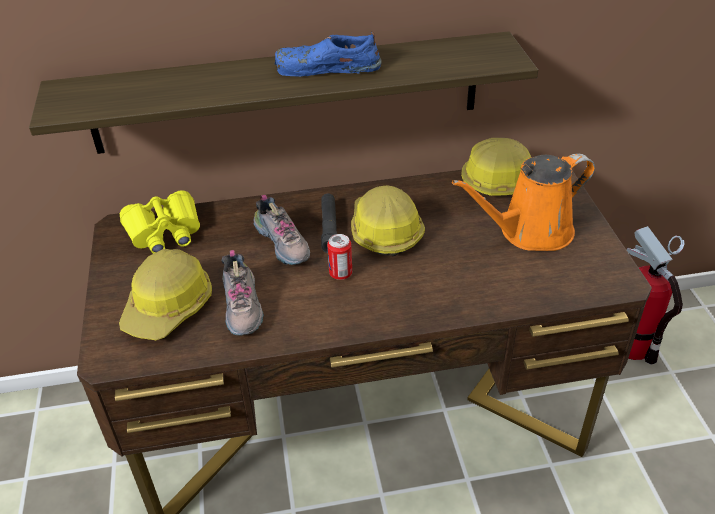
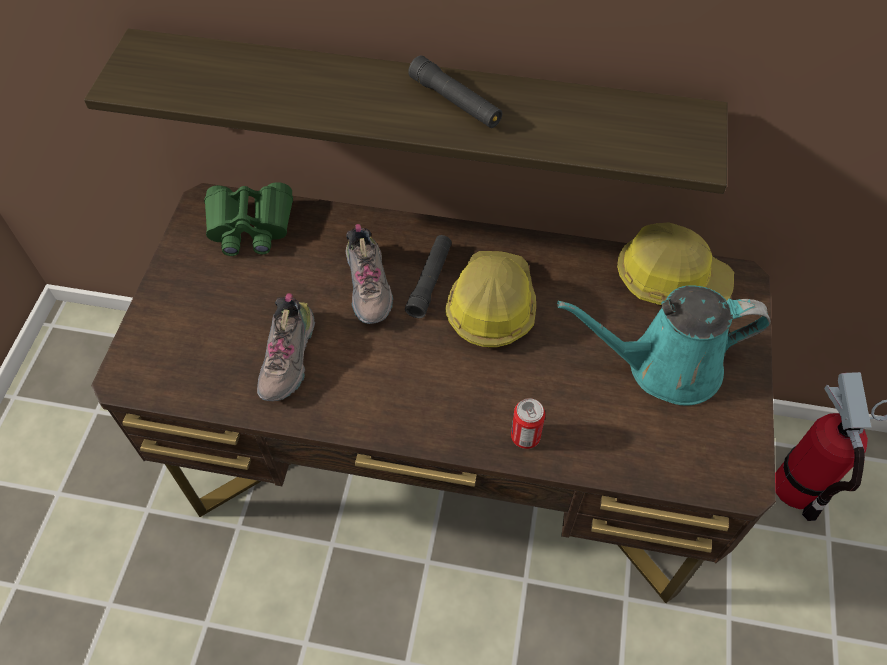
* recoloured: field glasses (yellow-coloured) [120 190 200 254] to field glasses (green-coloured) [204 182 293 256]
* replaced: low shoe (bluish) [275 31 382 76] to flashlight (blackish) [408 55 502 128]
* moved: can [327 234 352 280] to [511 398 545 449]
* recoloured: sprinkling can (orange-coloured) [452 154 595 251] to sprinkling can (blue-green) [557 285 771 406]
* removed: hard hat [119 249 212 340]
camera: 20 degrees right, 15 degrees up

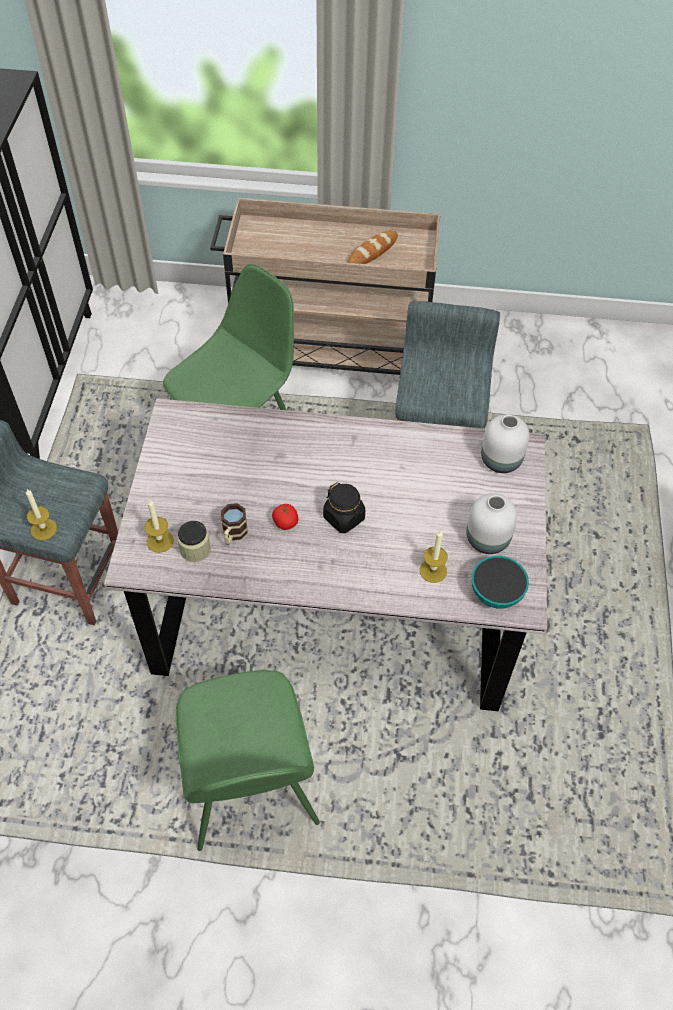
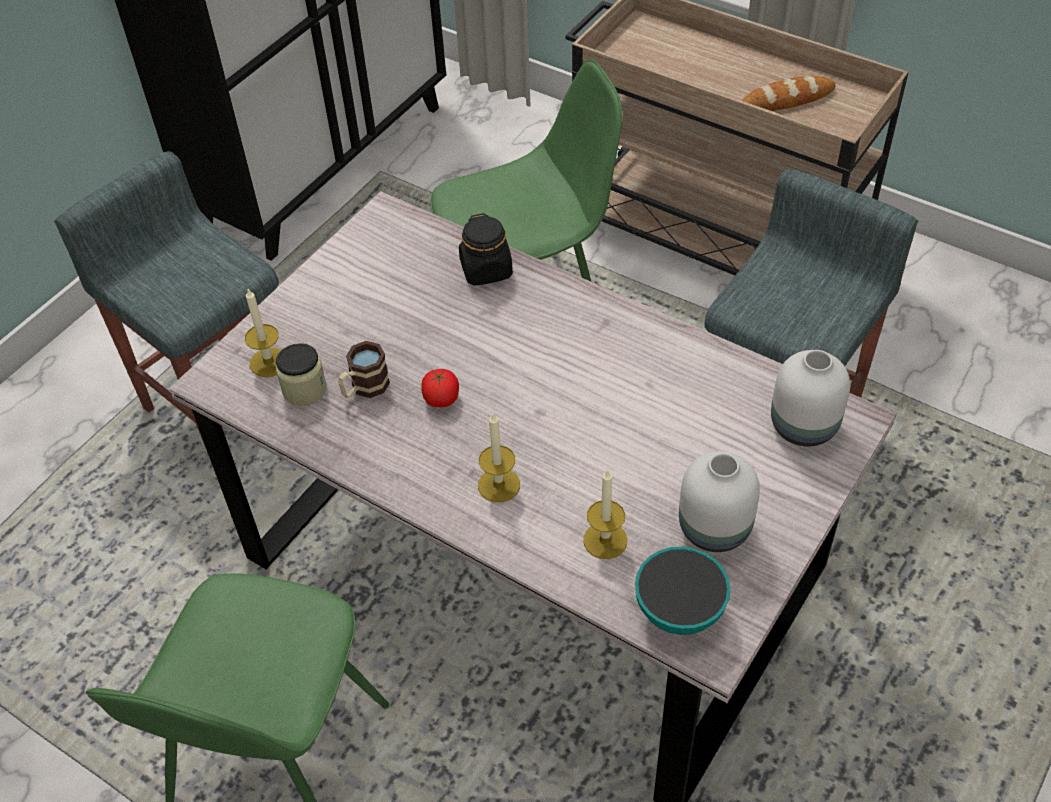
* moved: jar (blackish) [323 482 365 533] to [459 213 513 286]
* moved: wax candle [26 489 57 540] to [478 413 520 502]
camera: 30 degrees right, 5 degrees down

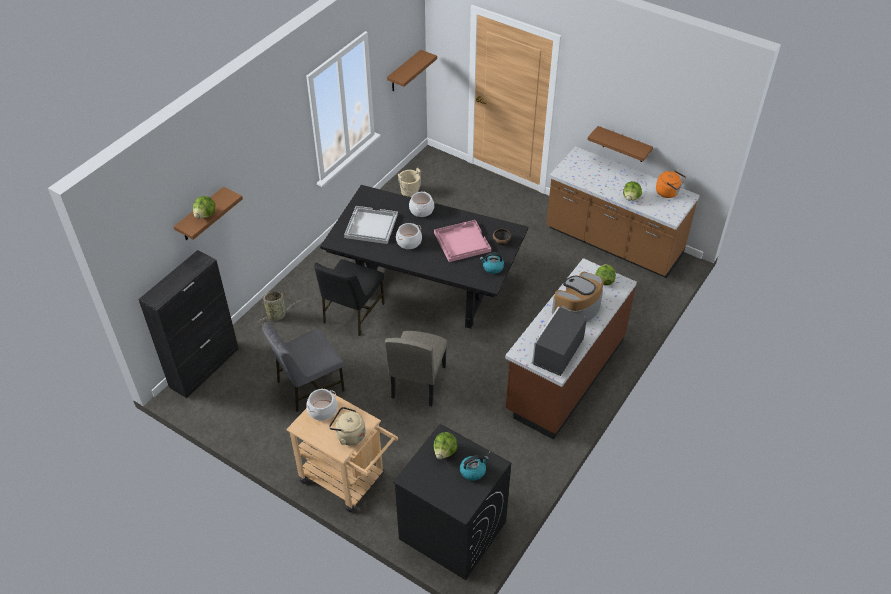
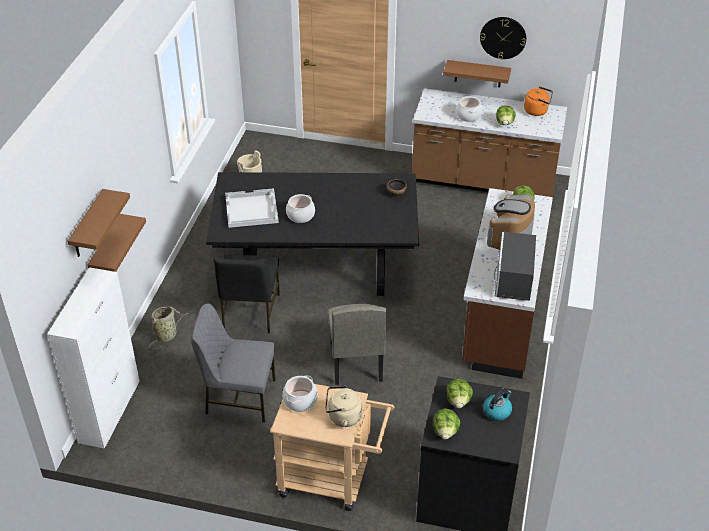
* recoloured: storage cabinet (blackish) [138 250 239 398] to storage cabinet (whitish) [47 267 140 449]
* moved: shelf (brown) [387 50 437 91] to [87 214 146 272]
* turned: upright chair (gray) [262 323 345 412] = [191 303 276 423] 60 degrees clockwise
* moved: lettuce head [193 196 215 218] to [433 408 460 439]
* moved: stockpot [409 191 434 217] to [456 96 482 122]
* added: clock on the wall [480 17 526 59]
* removed: serving tray (pink-coloured) [434 220 491 262]
* removed: kettle [480 252 504 274]
camera: 20 degrees left, 5 degrees down

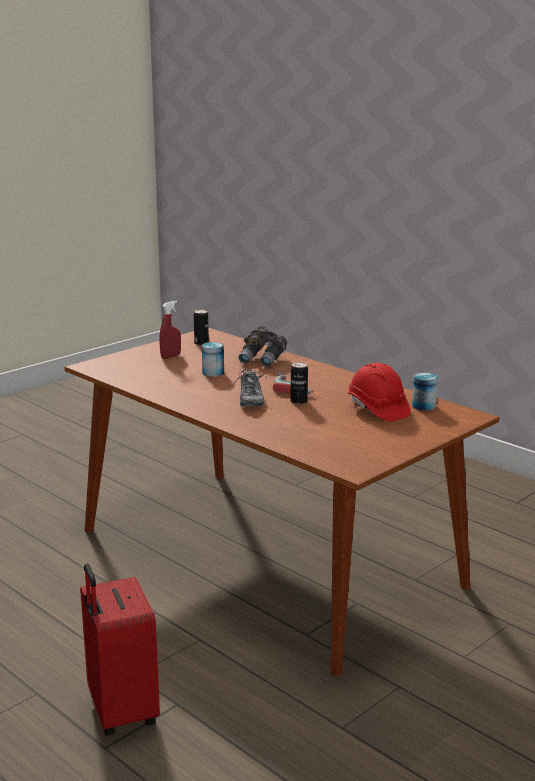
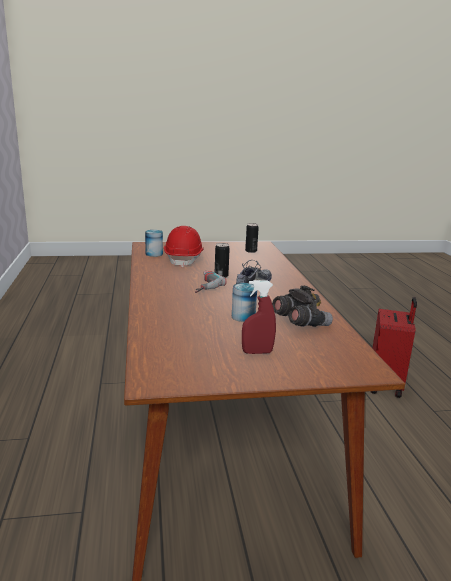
* moved: can [194 310 209 345] to [245 223 259 253]
* moved: field glasses (gray) [238 326 287 367] to [272 285 333 327]
camera: 145 degrees left, 0 degrees up

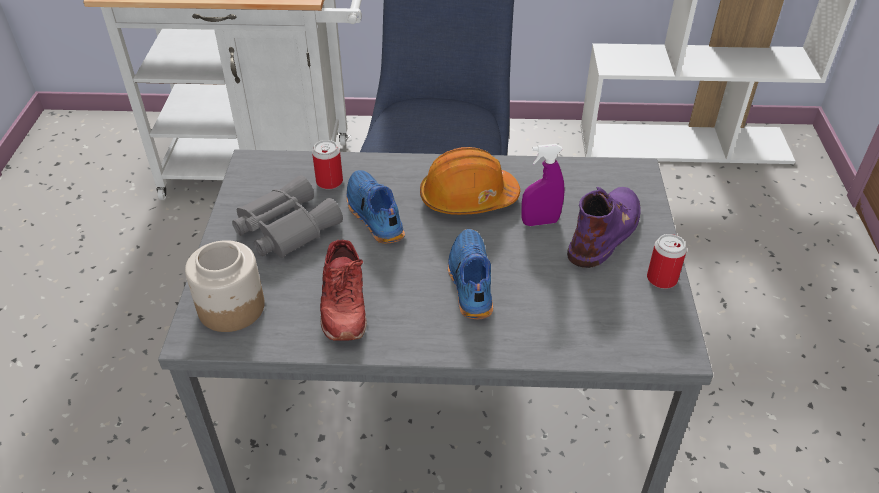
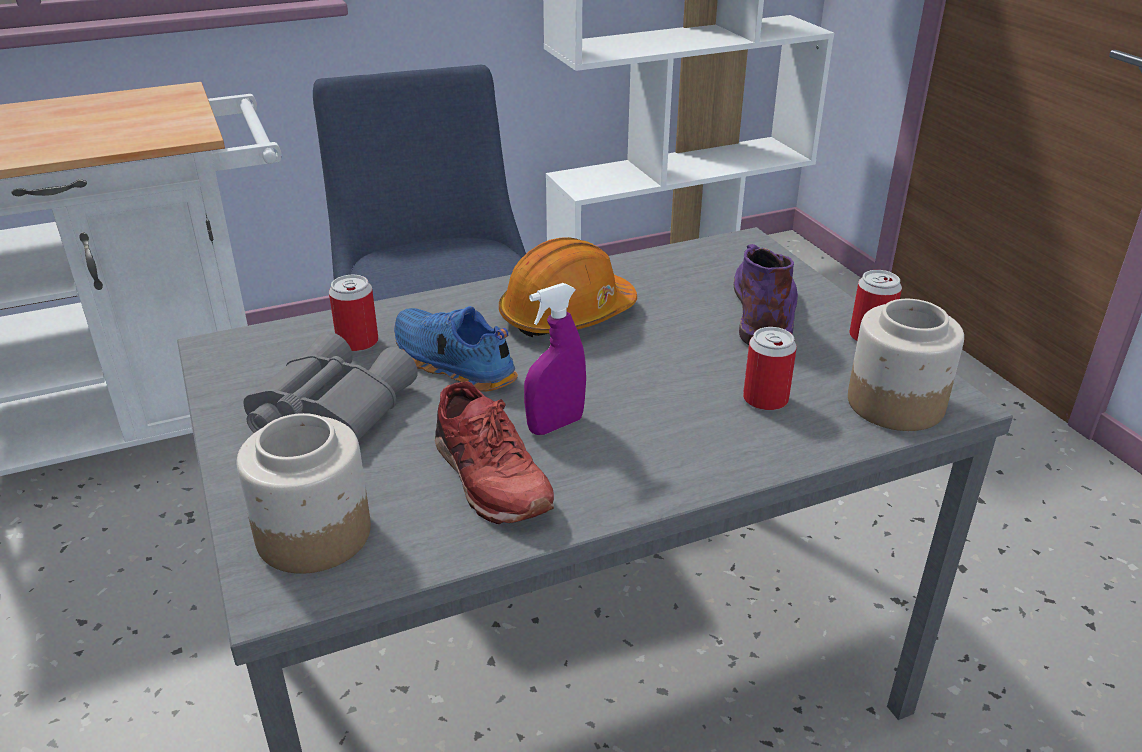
* moved: spray bottle (purple) [521 144 565 226] to [524 283 586 435]
* added: can [743 327 797 411]
* added: jar [848 299 964 431]
* removed: low shoe (bluish) [448 229 493 319]
camera: 25 degrees left, 10 degrees down

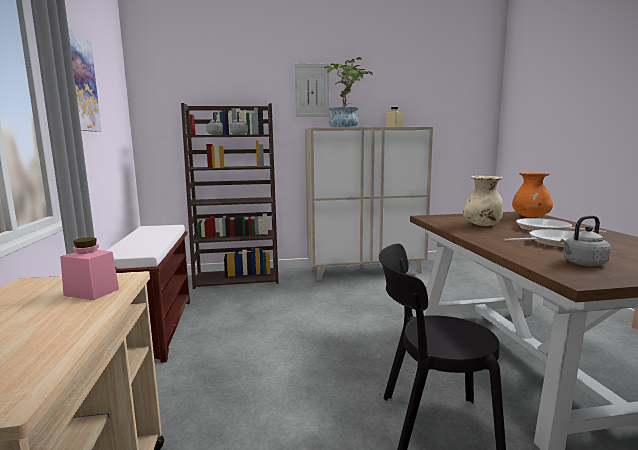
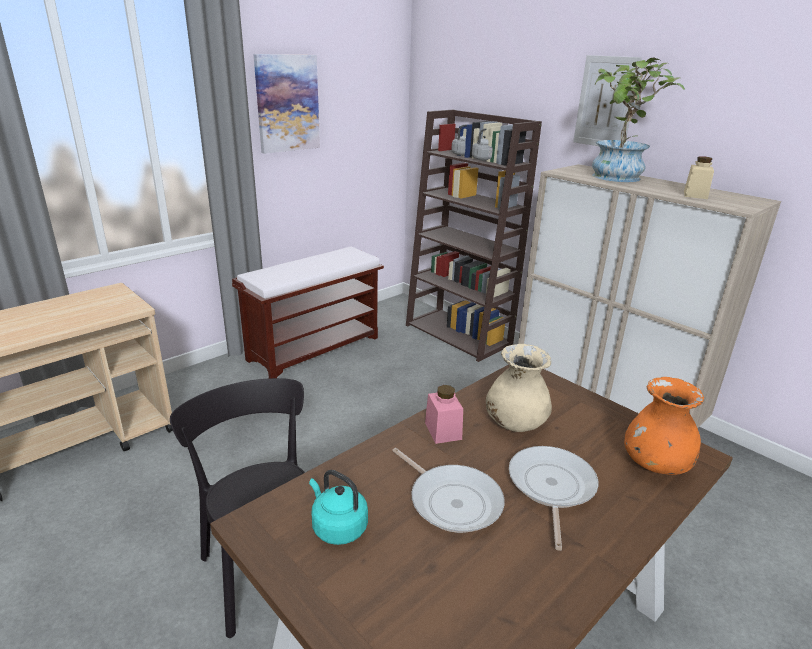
* recoloured: kettle (gray) [560 216 611 266] to kettle (blue-green) [309 470 368 545]
* moved: jar (pink-coloured) [60 237 119 300] to [425 385 463 444]
camera: 55 degrees right, 15 degrees up

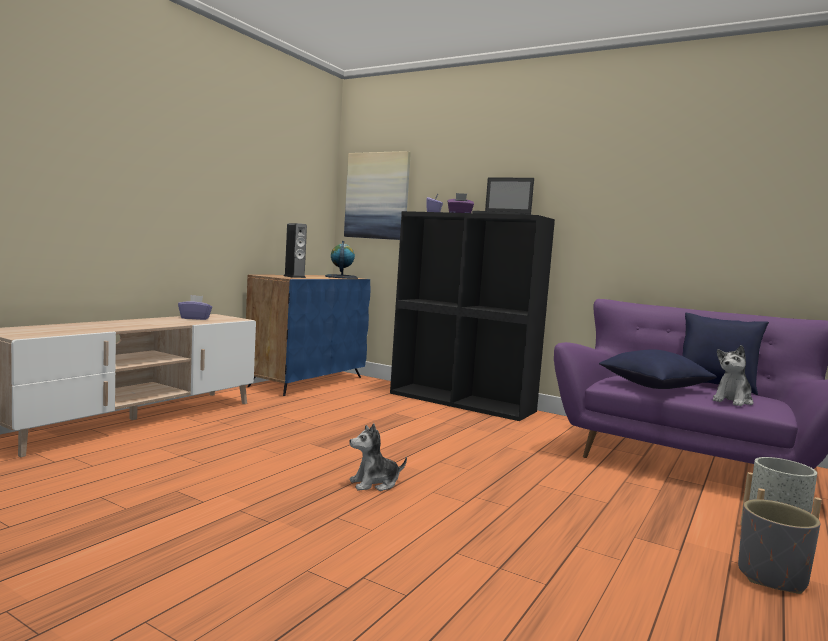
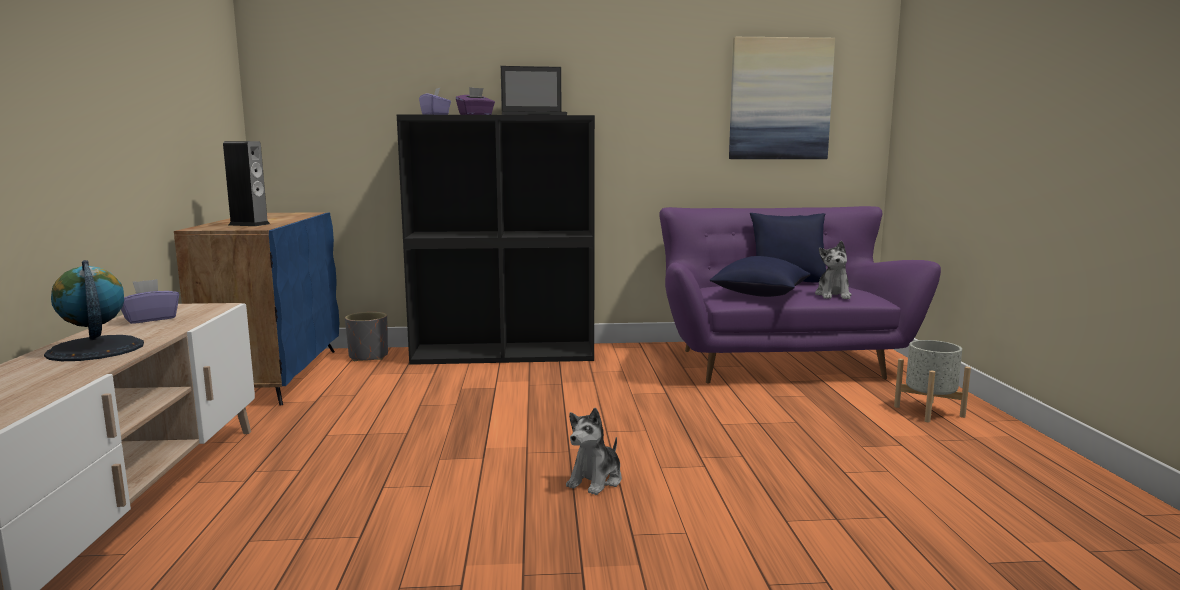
* moved: desk globe [325 241 358 279] to [44 260 144 361]
* moved: planter (gray) [738 499 820 594] to [345 312 388 361]
* moved: picture [344 151 411 240] to [729 37 835 159]
camera: 35 degrees left, 5 degrees up

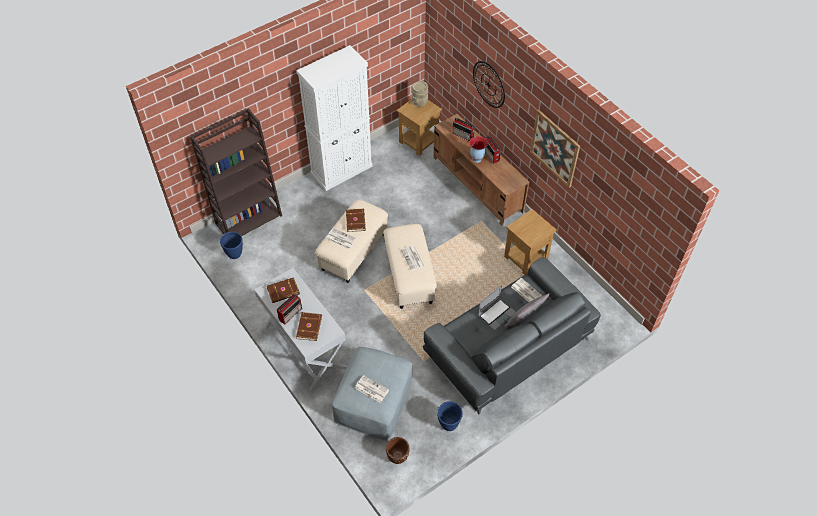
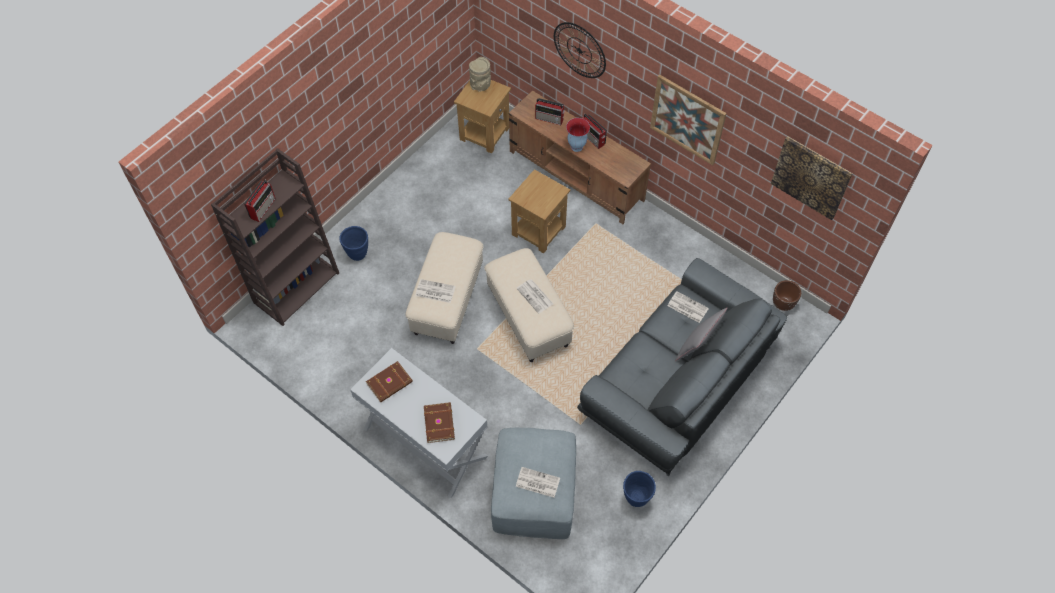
* moved: radio [277 294 302 325] to [244 180 276 222]
* moved: planter (bluish) [220 232 243 259] to [339 226 368 261]
* moved: side table (brown) [504 209 557 275] to [508 169 570 253]
* added: picture [771 136 852 220]
* moved: planter (brown) [386 437 409 464] to [773 280 801 311]
* removed: storage cabinet (whitish) [296 45 373 191]
* removed: volume (brown) [346 209 366 232]
* removed: notebook computer [478 285 516 331]
camera: 15 degrees left, 5 degrees up

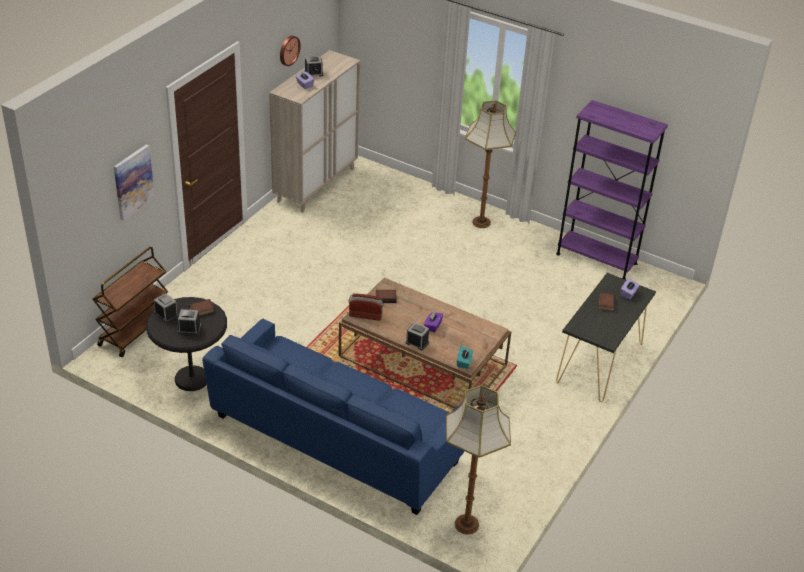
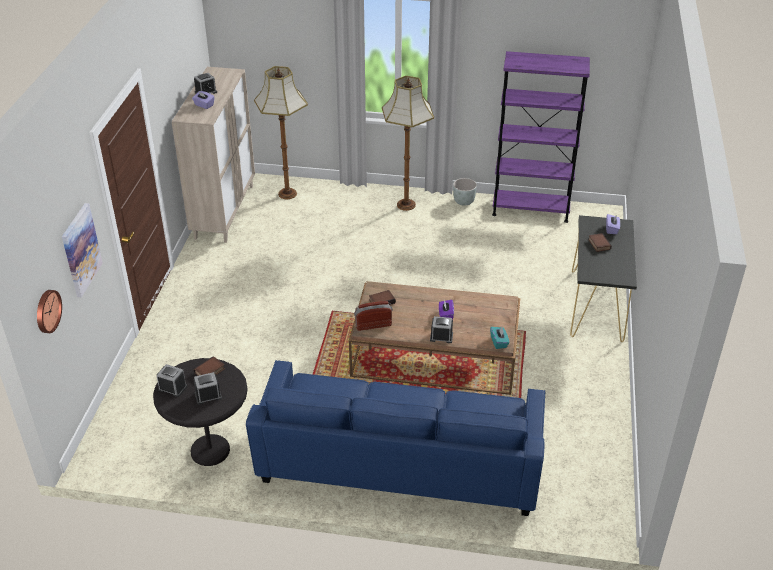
* moved: clock on the wall [280 36 301 66] to [37 290 62 333]
* moved: floor lamp [446 385 511 535] to [254 66 308 199]
* added: planter (gray) [453 178 477 206]
* removed: trolley (brown) [92 247 168 357]
camera: 20 degrees left, 0 degrees up

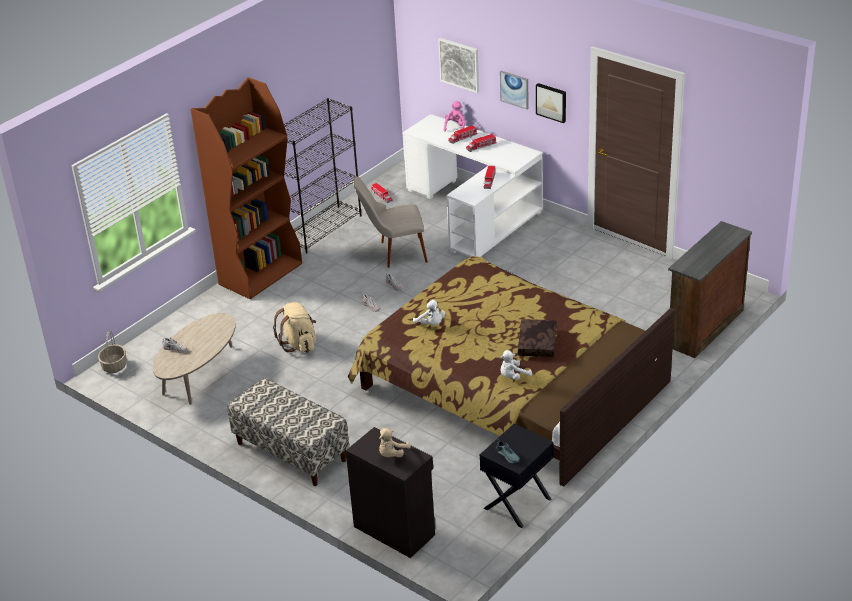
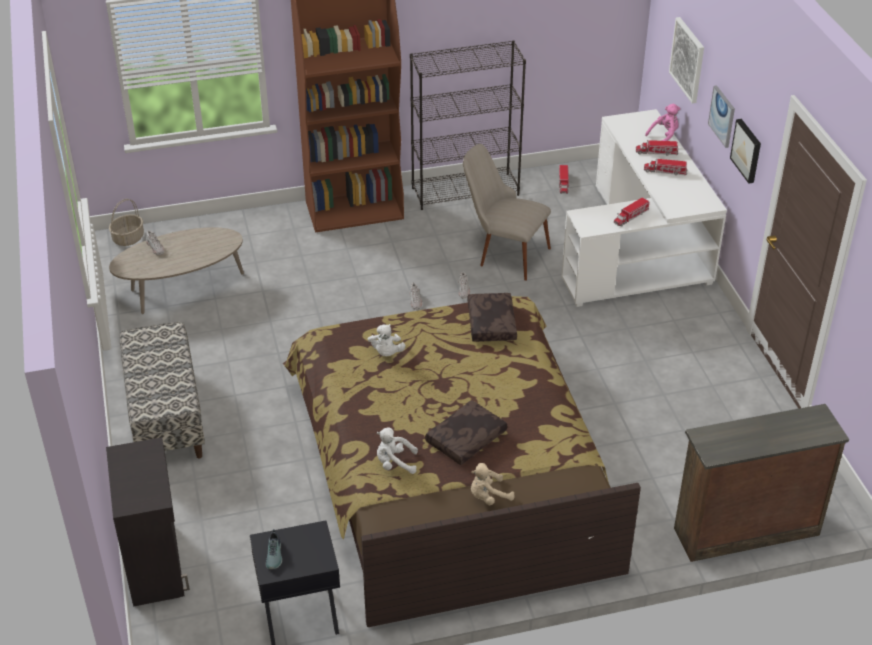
* added: cushion (brown) [468 293 517 342]
* moved: plush toy (beige-coloured) [379 428 411 457] to [471 463 515 506]
* removed: rucksack (beige-coloured) [273 302 316 353]
camera: 35 degrees right, 5 degrees up

